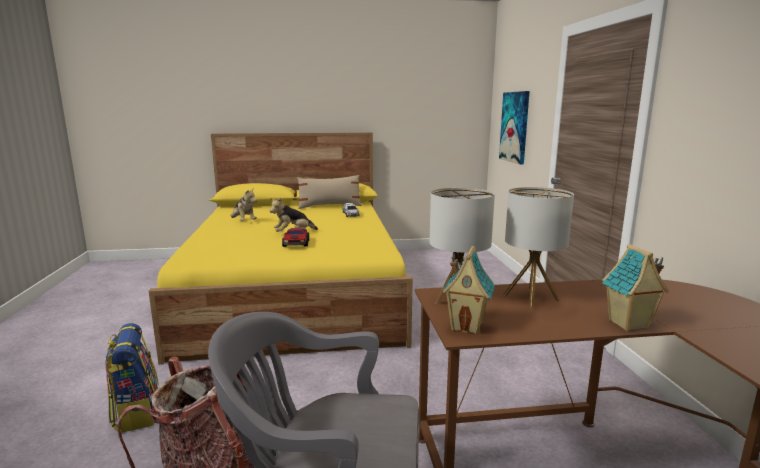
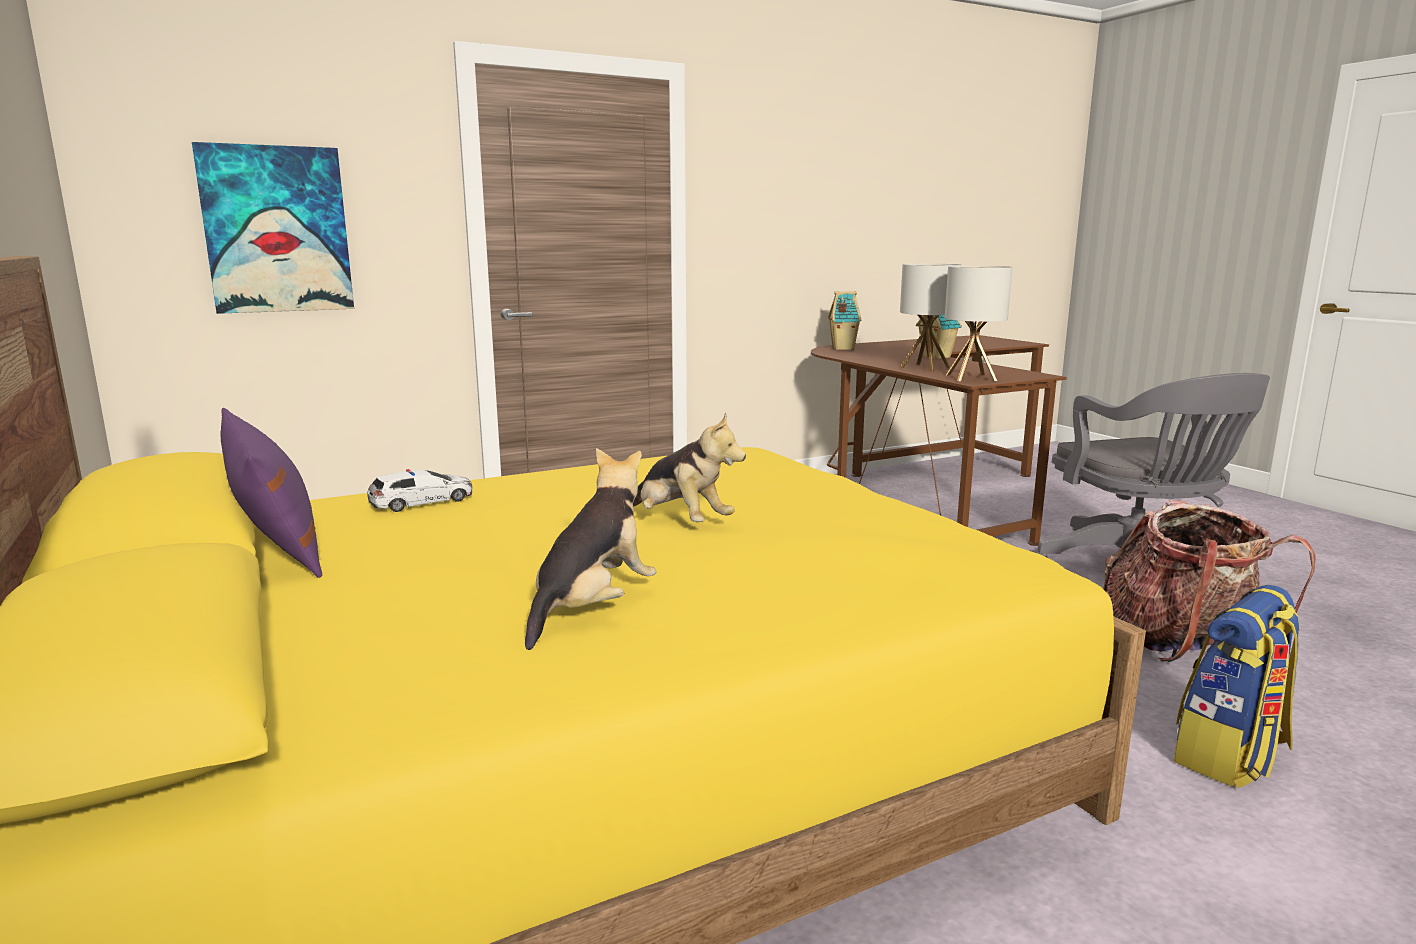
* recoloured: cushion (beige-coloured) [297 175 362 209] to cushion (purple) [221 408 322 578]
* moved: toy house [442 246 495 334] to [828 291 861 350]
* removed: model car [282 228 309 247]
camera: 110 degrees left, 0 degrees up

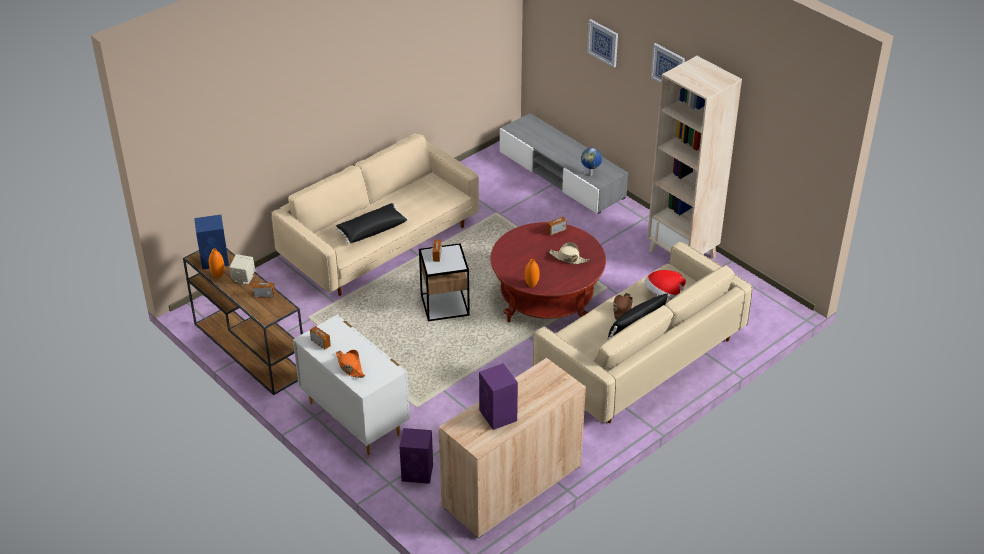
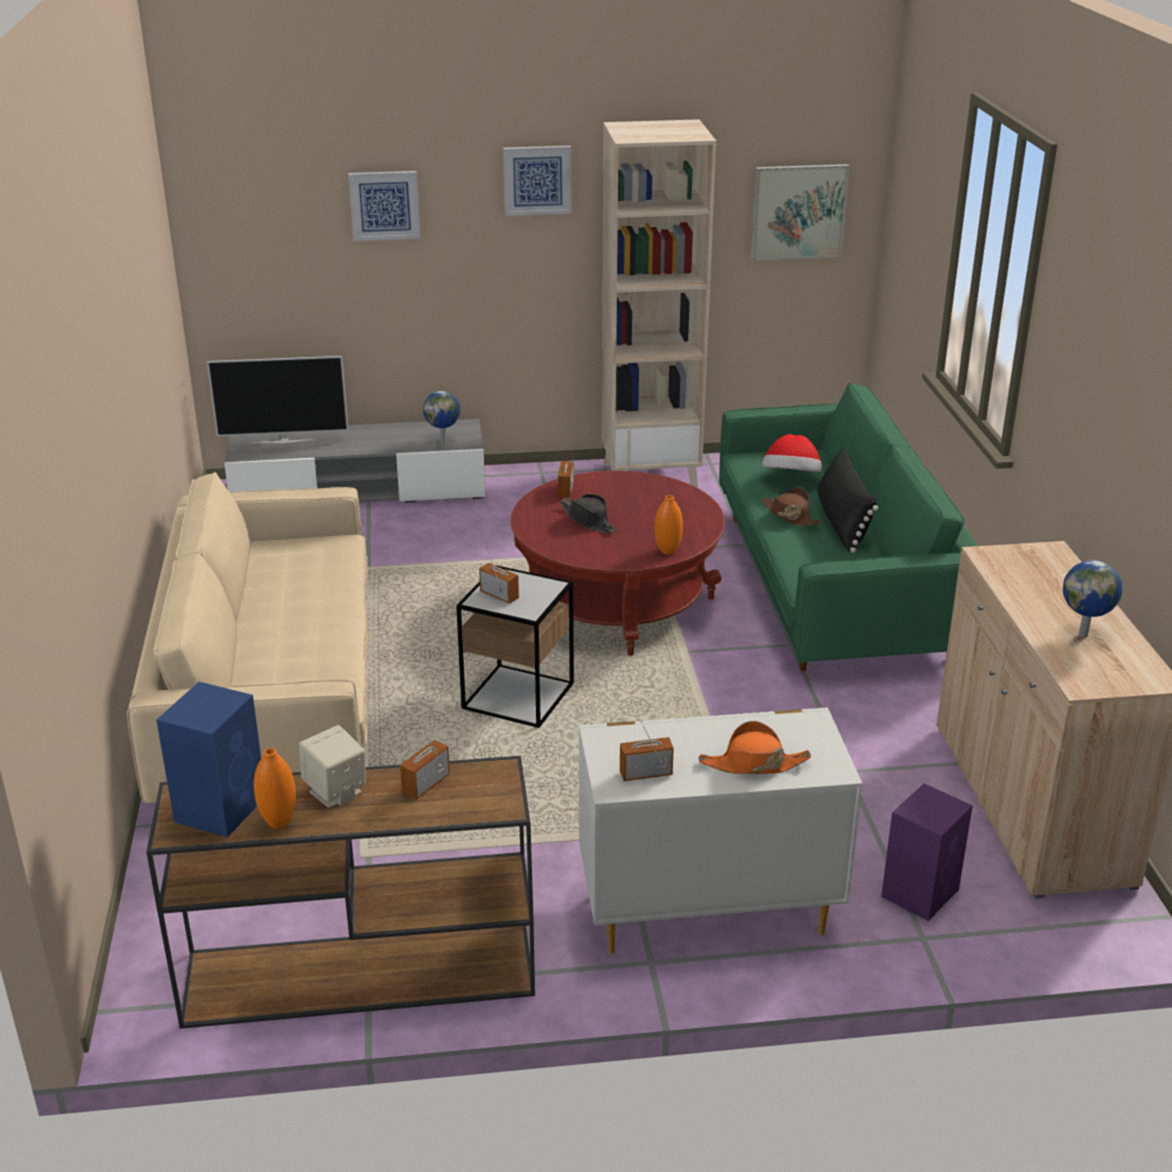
* added: TV [207 356 349 444]
* added: hat (blackish) [560 494 617 533]
* recoloured: couch (beige-coloured) [533 241 753 424] to couch (green-coloured) [719 383 978 672]
* added: picture [751 164 849 260]
* replaced: loudspeaker (purple) [479 363 518 430] to desk globe [1063 560 1122 638]
* removed: cushion (blackish) [335 203 409 244]
* removed: hat (beige-coloured) [549 242 590 264]
camera: 55 degrees left, 10 degrees down

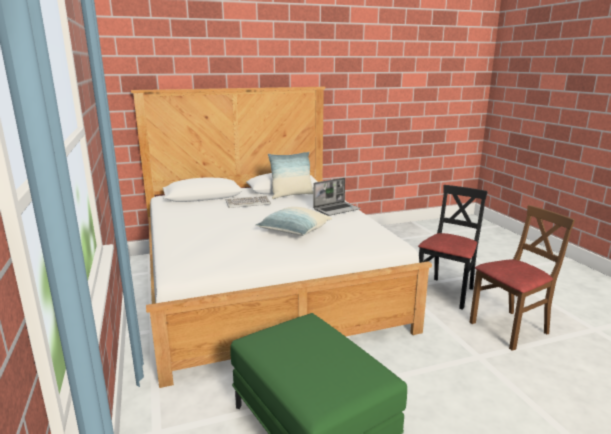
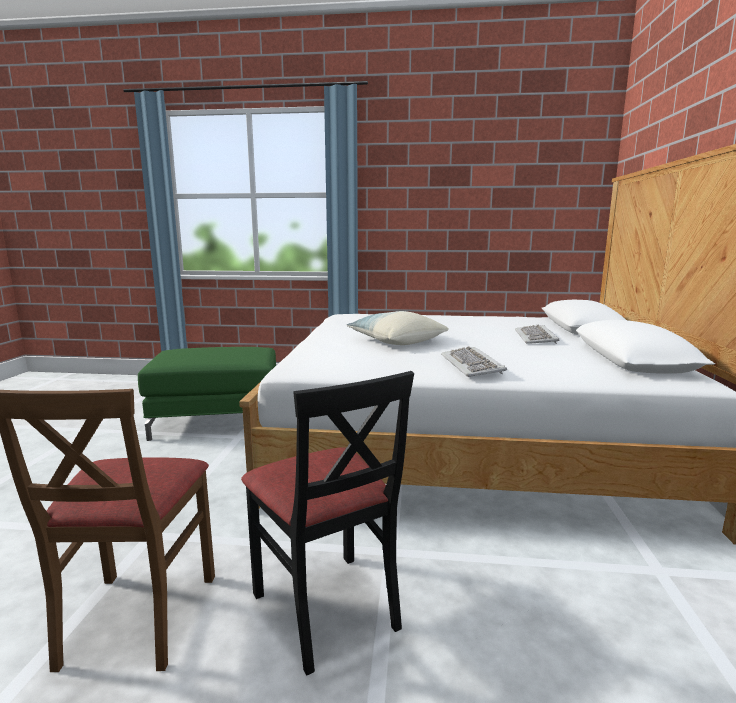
* replaced: notebook computer [313 178 360 216] to keyboard [441 346 507 377]
* removed: cushion [268 152 313 199]
camera: 115 degrees right, 5 degrees down

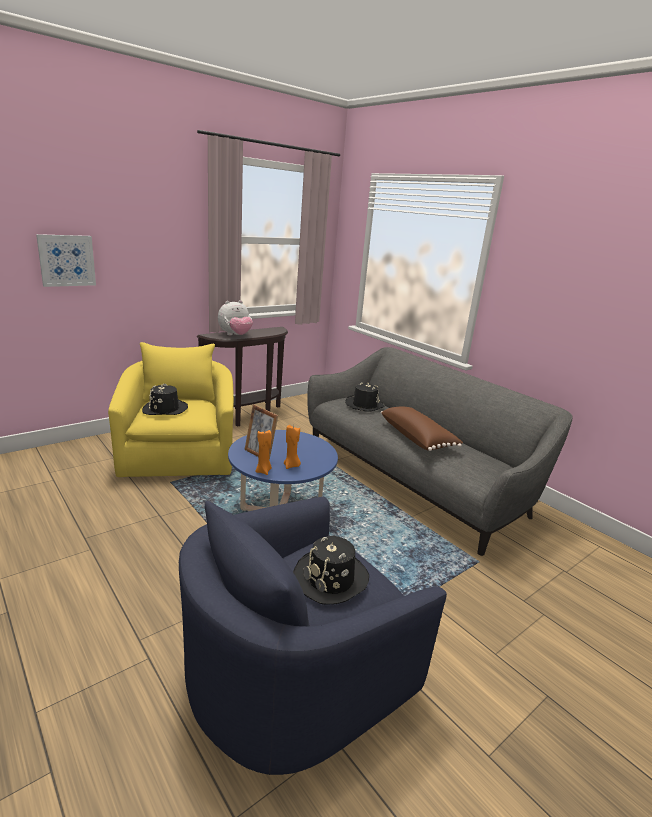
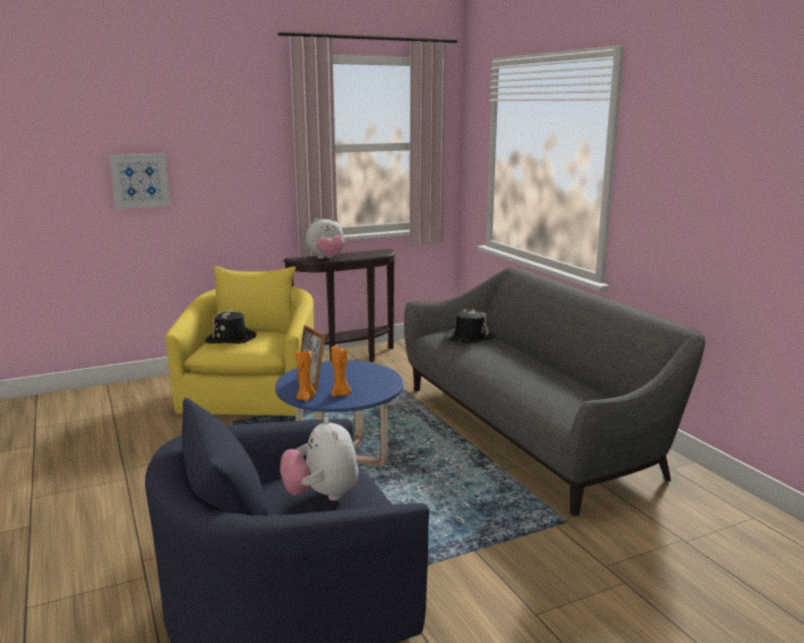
* replaced: hat (blackish) [293 536 369 605] to plush toy [280 417 358 501]
* removed: cushion (brown) [380 407 463 451]
camera: 15 degrees right, 5 degrees down

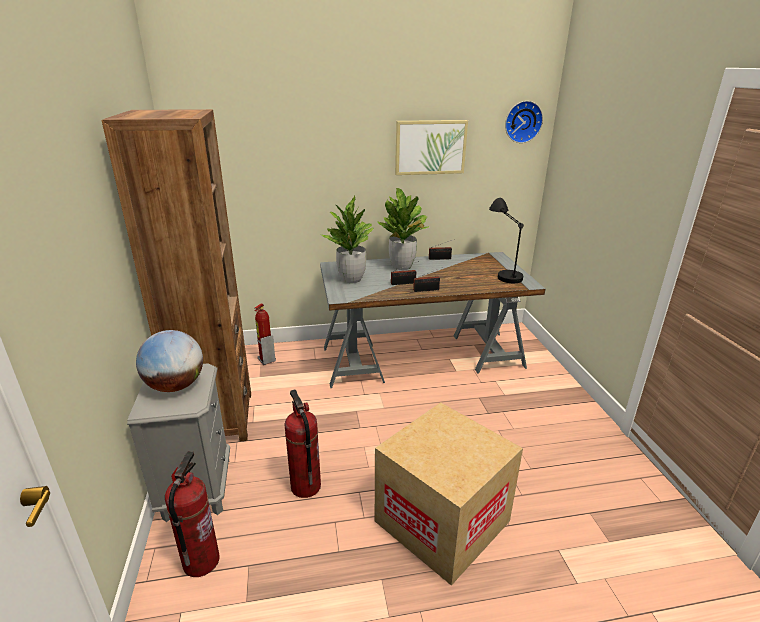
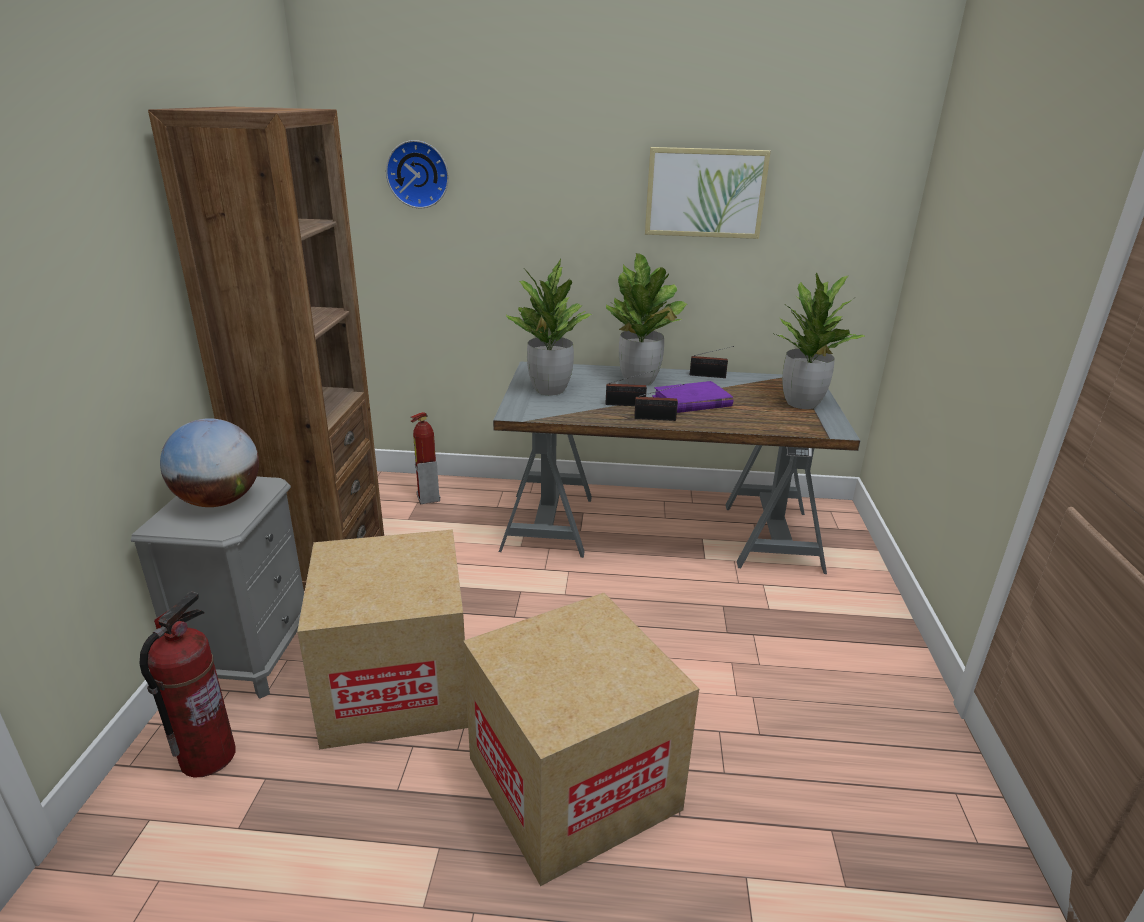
* replaced: fire extinguisher [284 389 321 498] to packing box [297 529 468 750]
* moved: clock on the wall [505 101 543 143] to [386 140 449 208]
* added: volume (purple) [652 381 733 413]
* replaced: lamp for a table (blackish) [489 198 524 283] to plant in a pot [775 273 866 409]
camera: 15 degrees right, 0 degrees up

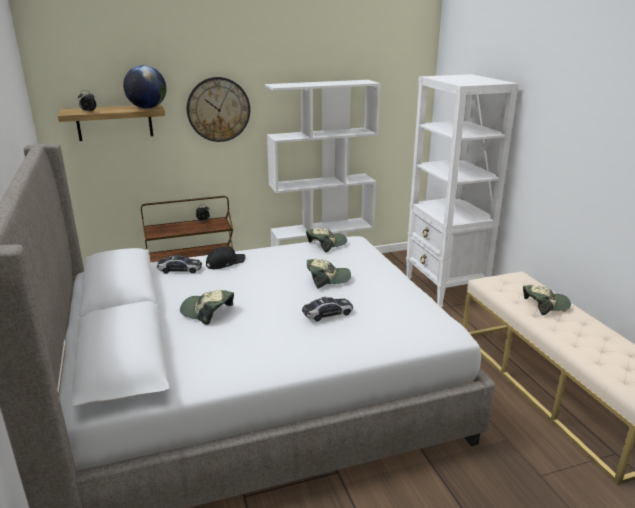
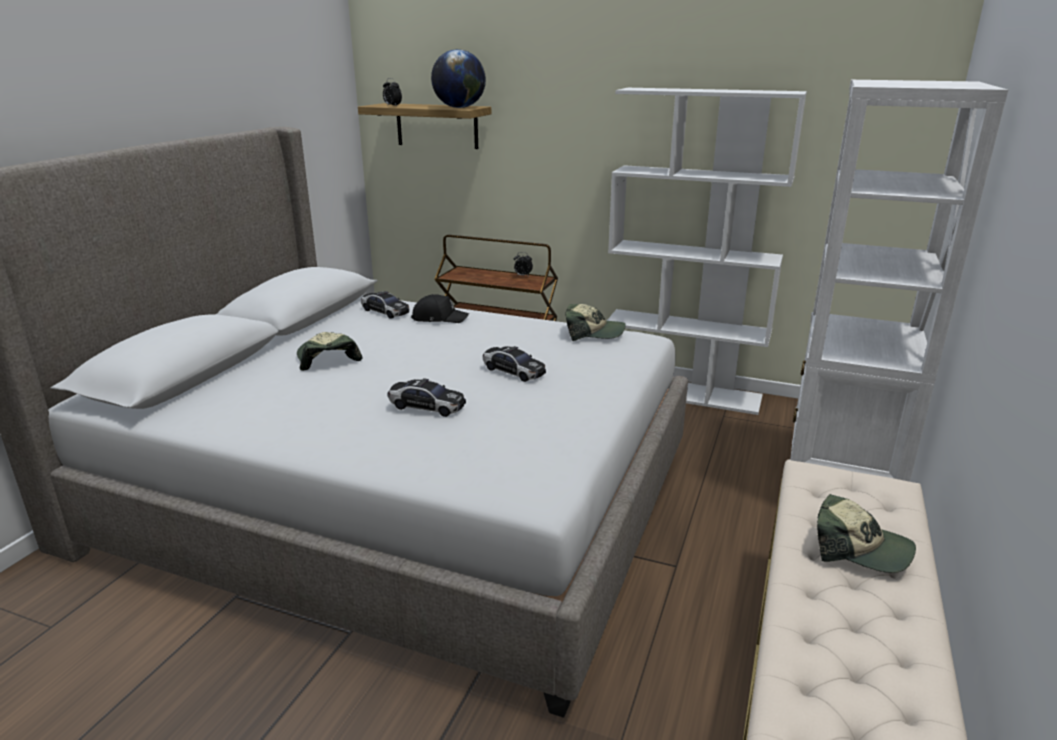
* replaced: peaked cap [307 259 351 289] to model car [483 346 546 382]
* removed: clock on the wall [187 77 250 142]
camera: 40 degrees right, 0 degrees up

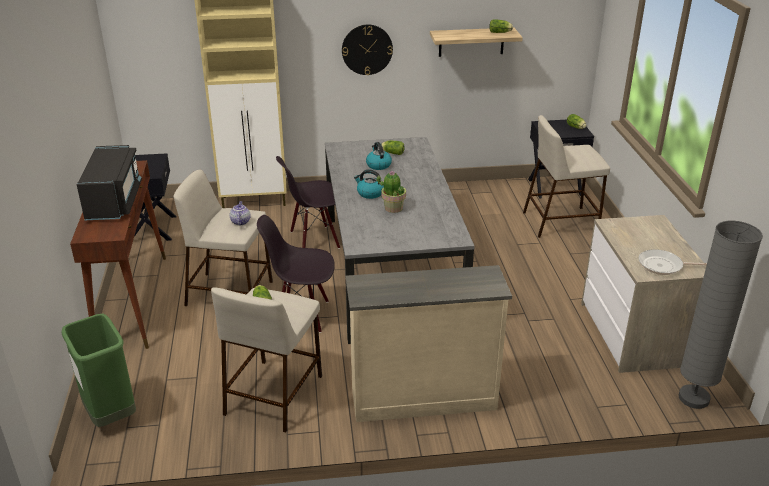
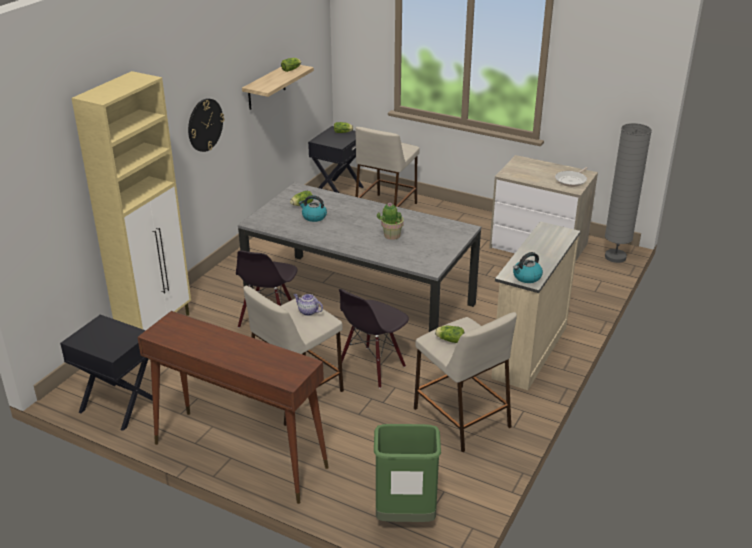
* moved: kettle [354 170 384 199] to [513 252 543 283]
* removed: microwave oven (blackish) [77 145 142 220]
camera: 55 degrees left, 0 degrees up

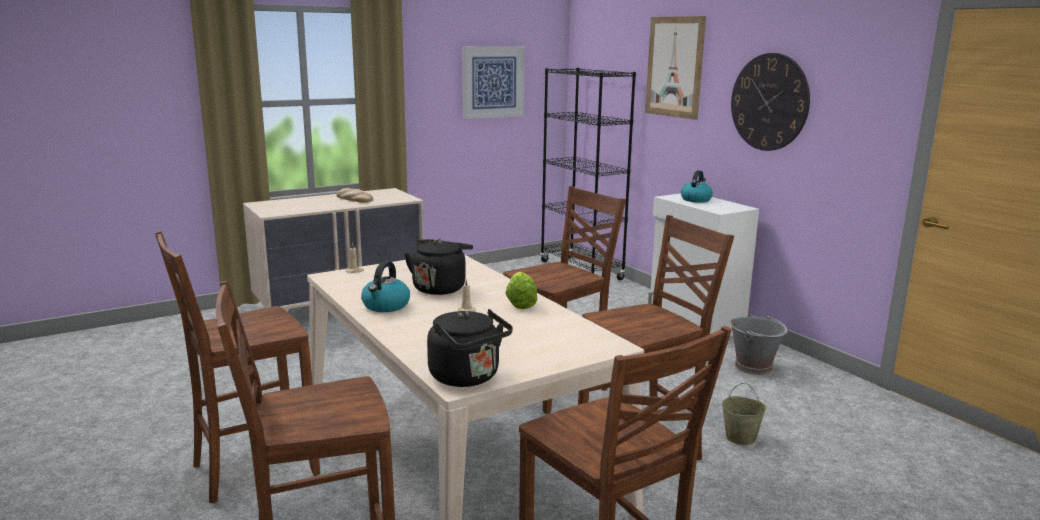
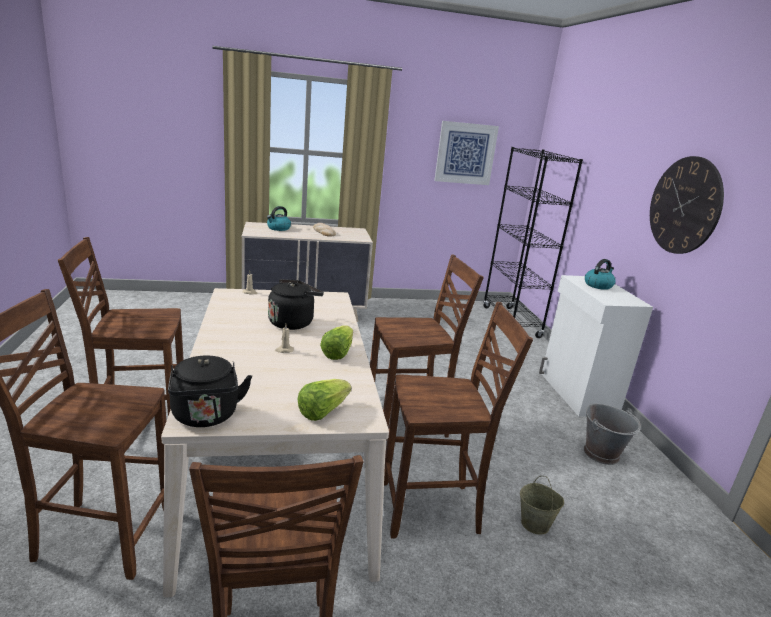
* moved: kettle [361 261 410 312] to [267 206 291 231]
* added: lettuce head [298 379 351 421]
* removed: picture [645 16 706 120]
camera: 20 degrees right, 5 degrees up

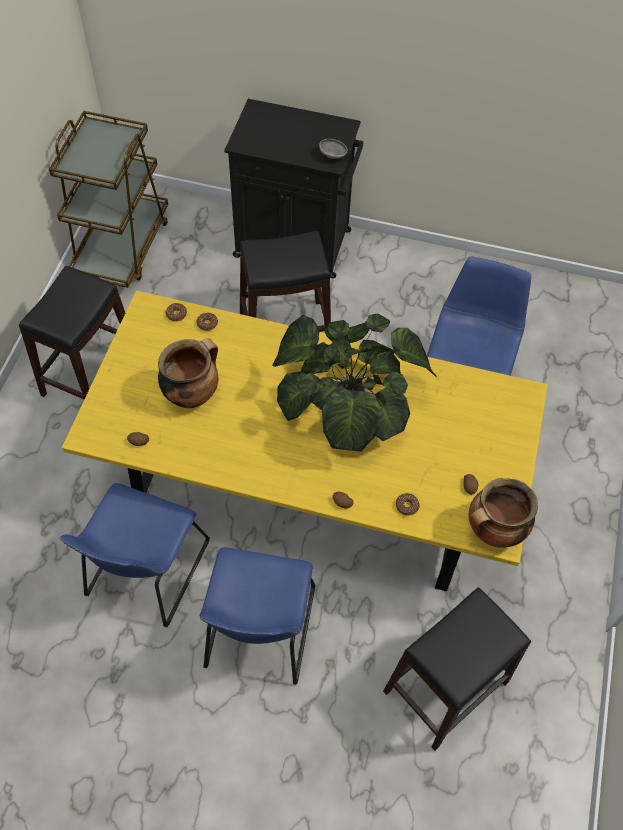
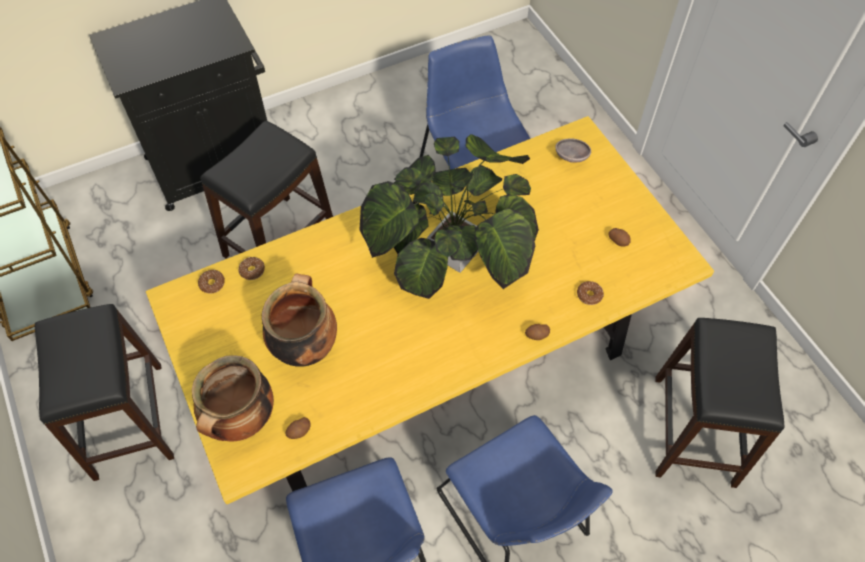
* moved: stockpot [469 478 538 548] to [192 355 274 441]
* moved: serving bowl (gray) [319 139 348 159] to [555 138 591 163]
camera: 40 degrees left, 0 degrees up

